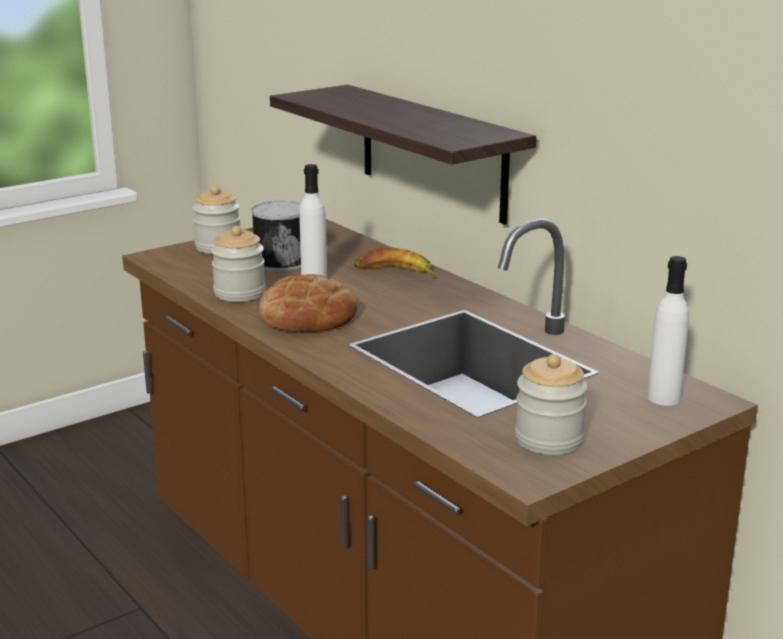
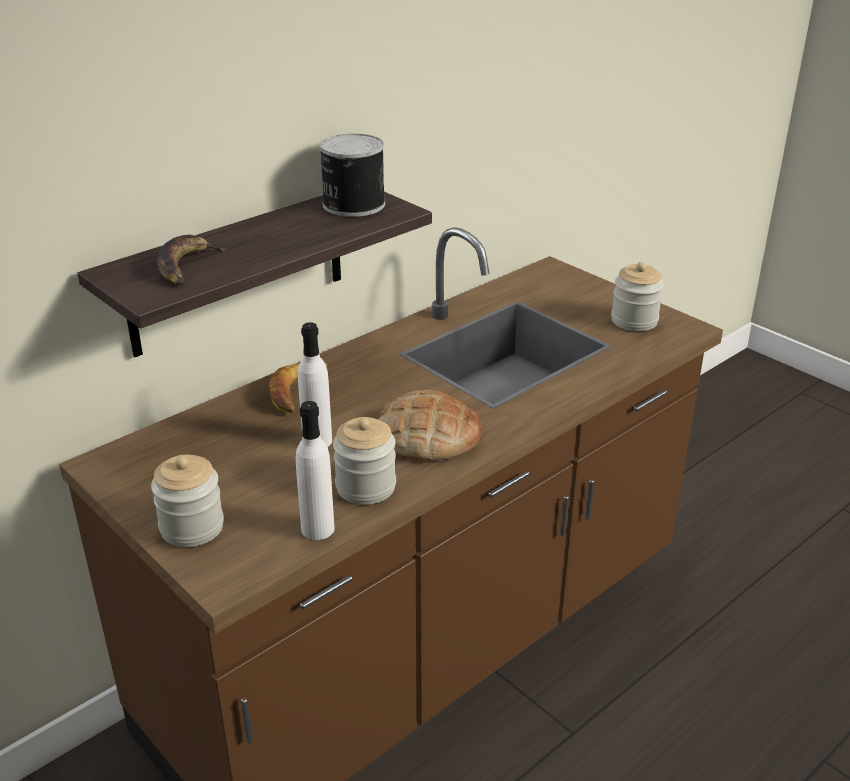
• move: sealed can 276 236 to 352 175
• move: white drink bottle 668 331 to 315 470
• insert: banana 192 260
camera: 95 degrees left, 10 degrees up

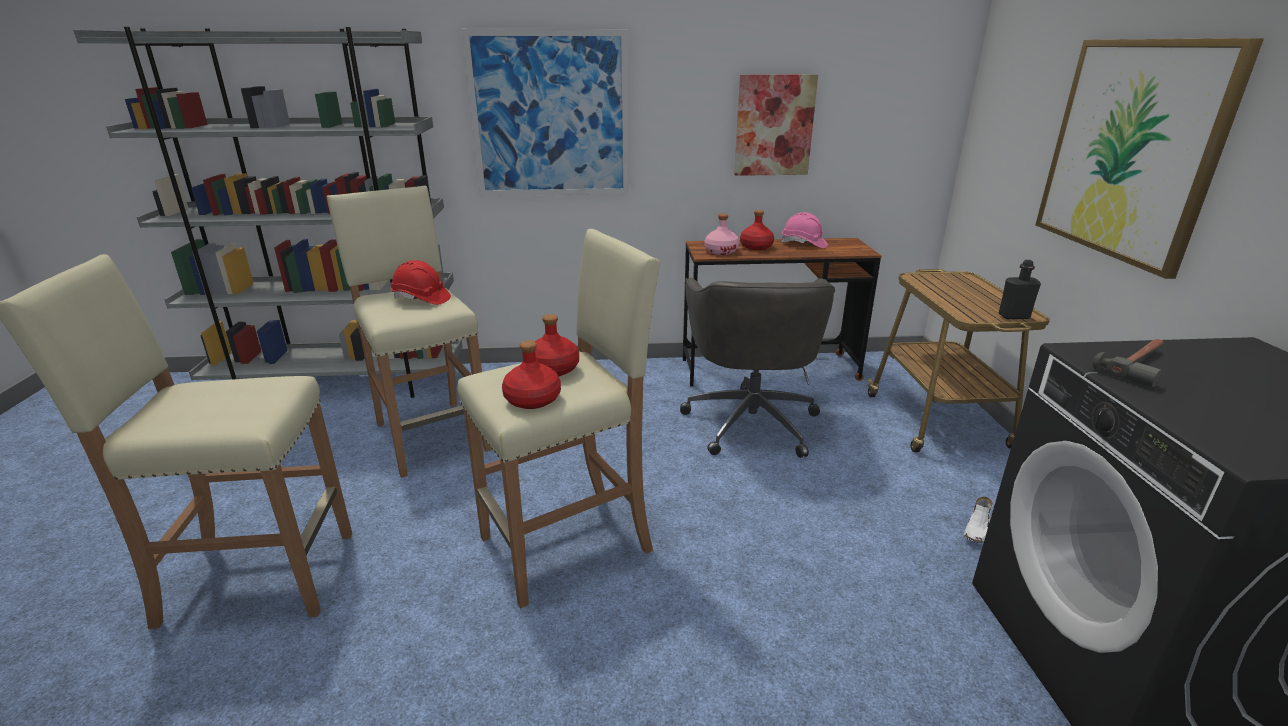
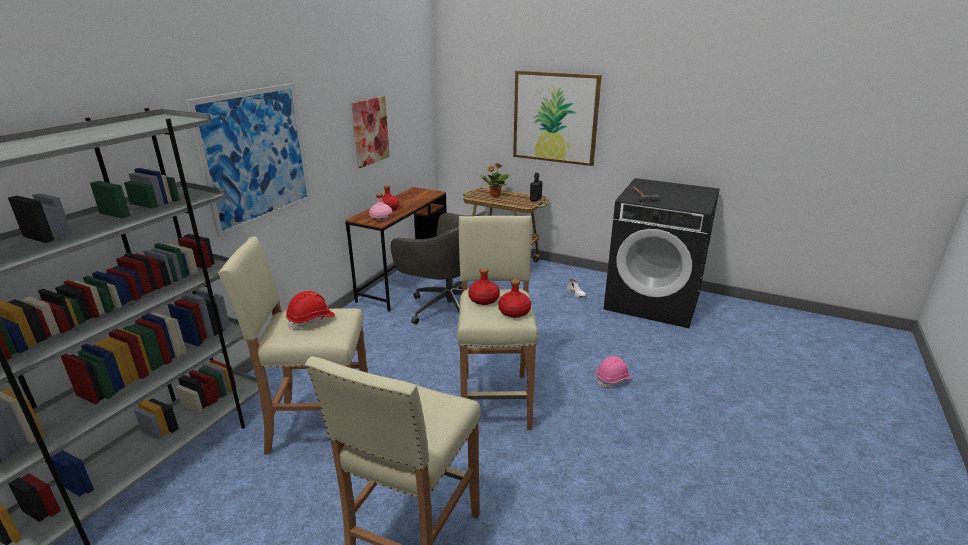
• move: pinkish work helmet 804 230 to 614 371
• insert: houseplant 495 180
camera: 60 degrees left, 0 degrees up

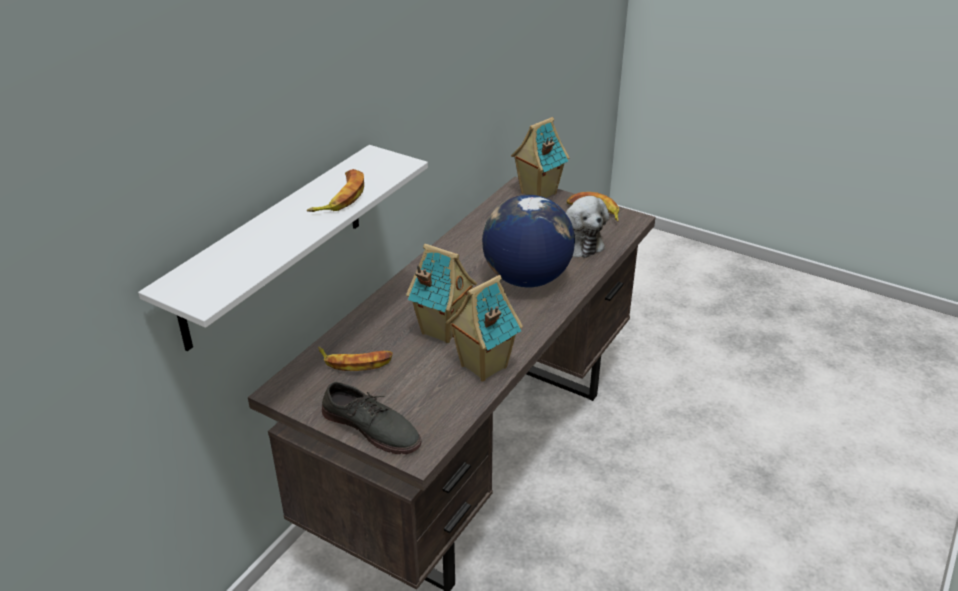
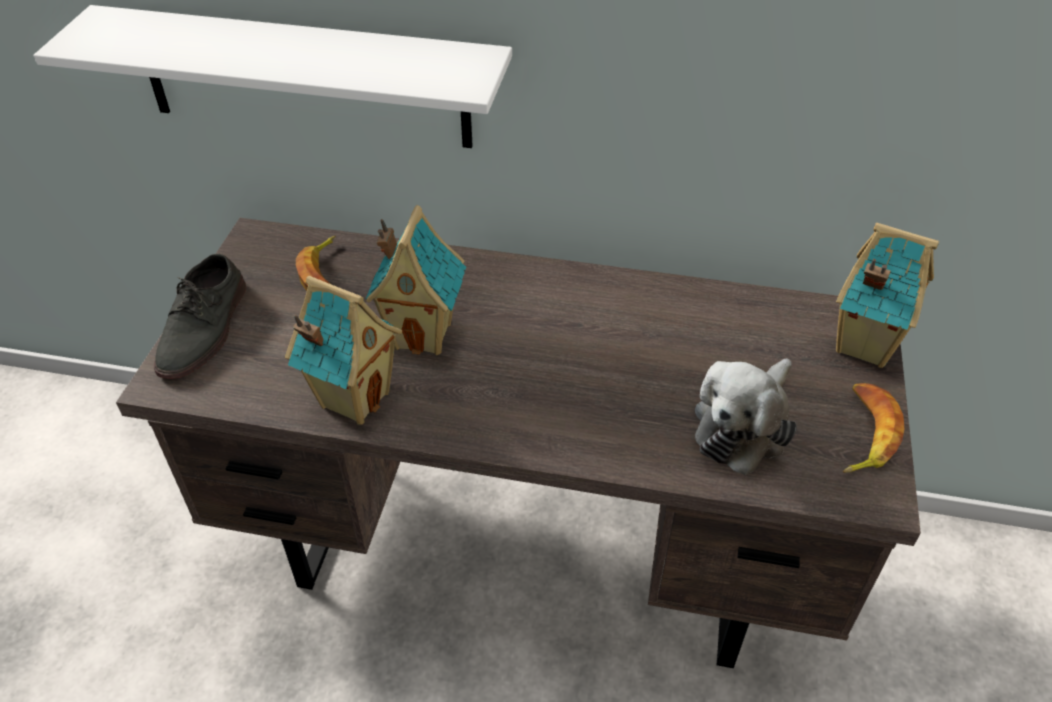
• delete: banana 335 190
• delete: world globe 528 241
camera: 70 degrees right, 10 degrees up

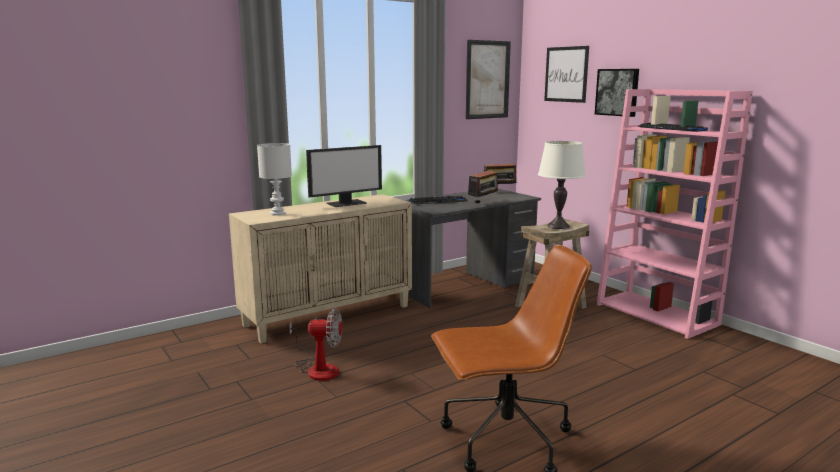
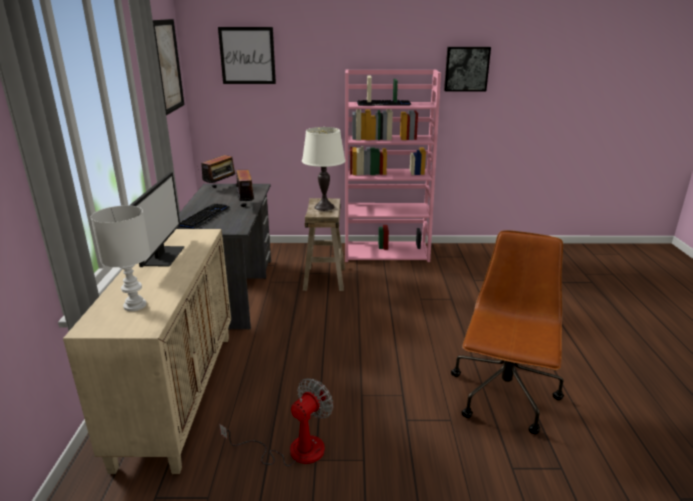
• move: wall art 617 93 to 467 69
camera: 55 degrees left, 10 degrees up

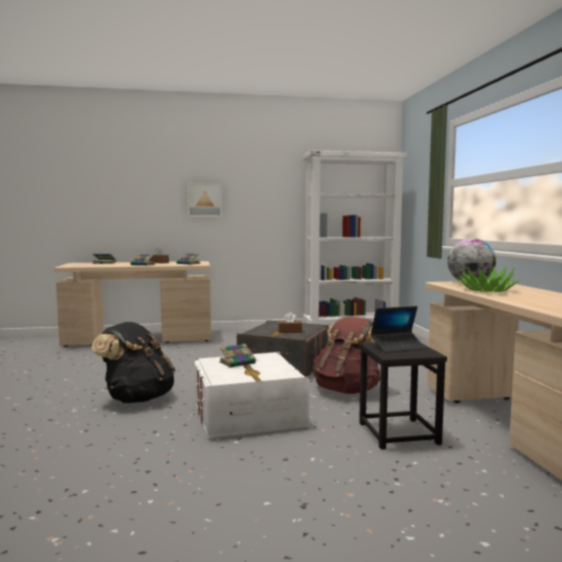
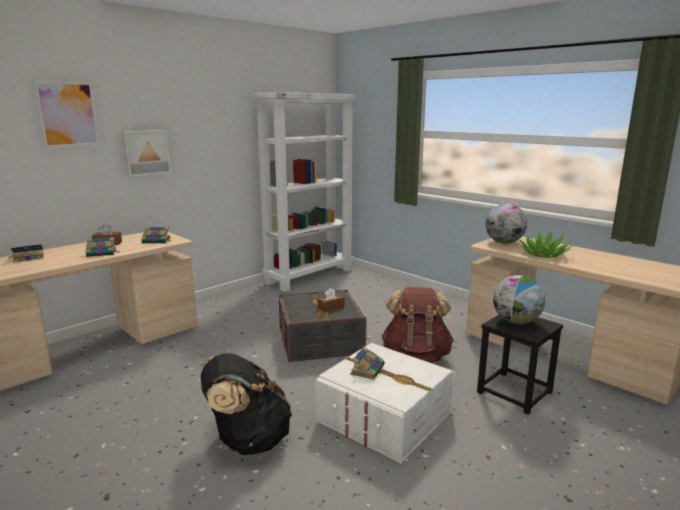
• replace: portable computer 398 329 to world globe 519 299
• insert: wall art 66 114
camera: 35 degrees left, 10 degrees up

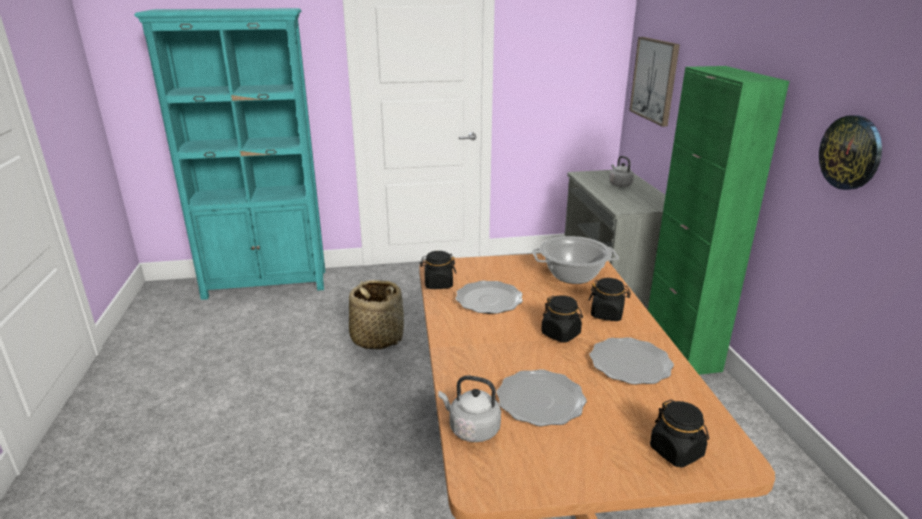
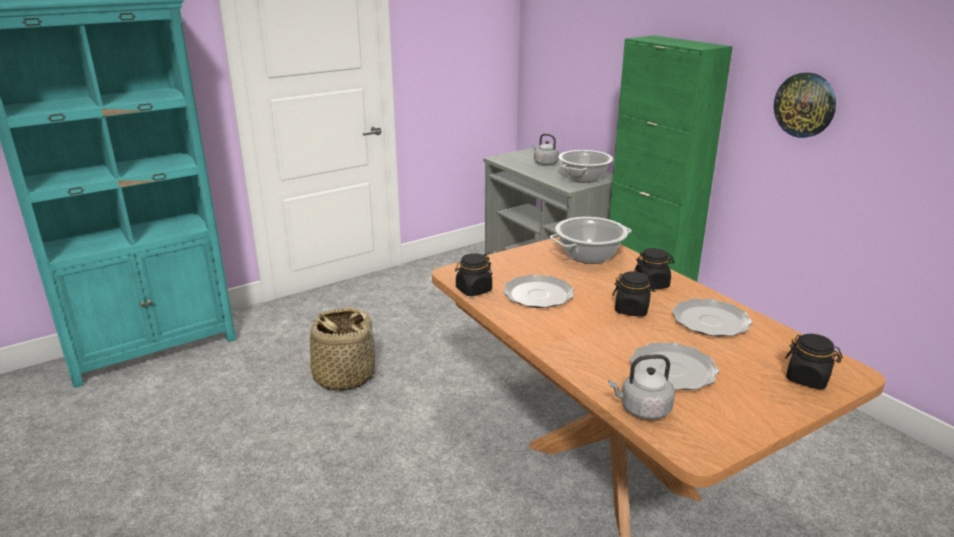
• delete: wall art 654 82
• insert: saucepot 585 166
camera: 25 degrees left, 0 degrees up

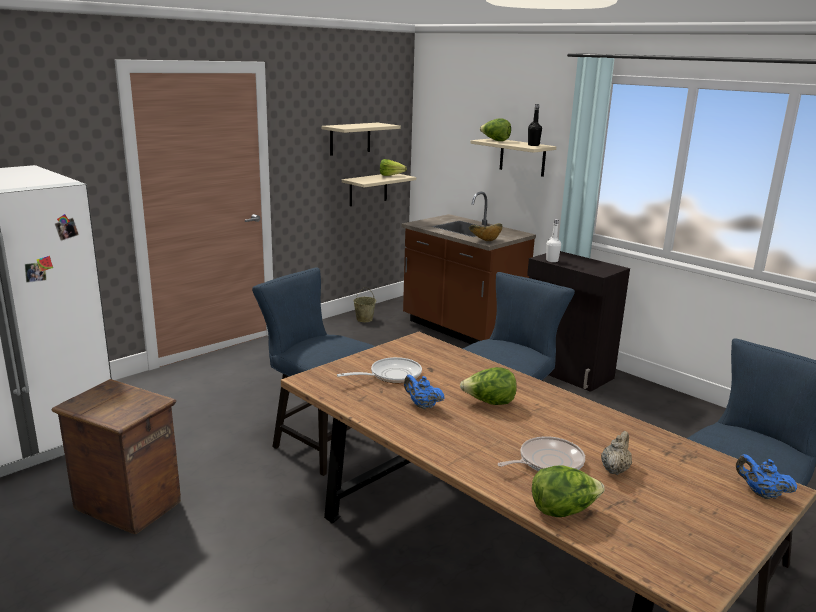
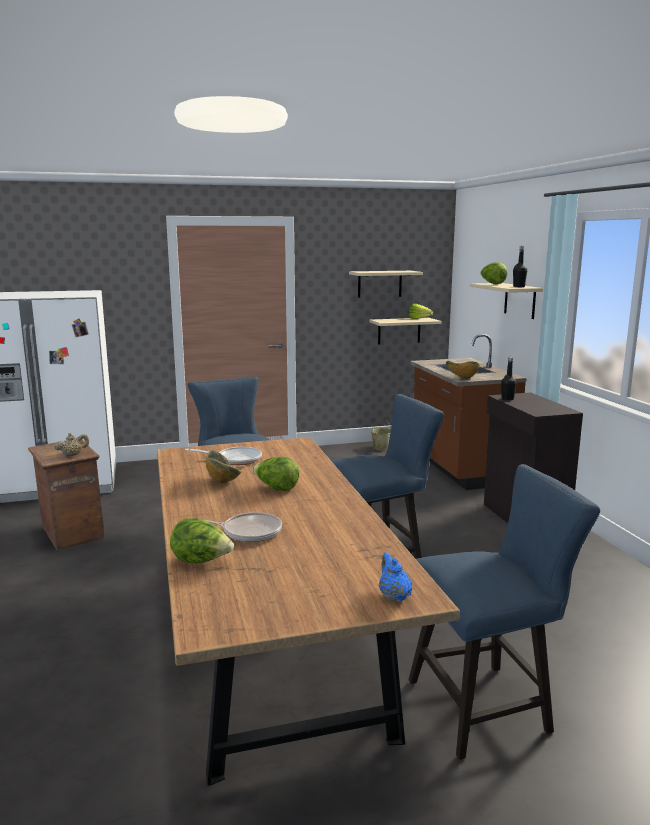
• replace: blue pot for tea 424 392 to bowl 224 466
• recolor: white drink bottle 553 240 to black-coloured drink bottle 509 379
• move: beige pot for tea 616 453 to 71 444
camera: 30 degrees right, 5 degrees down

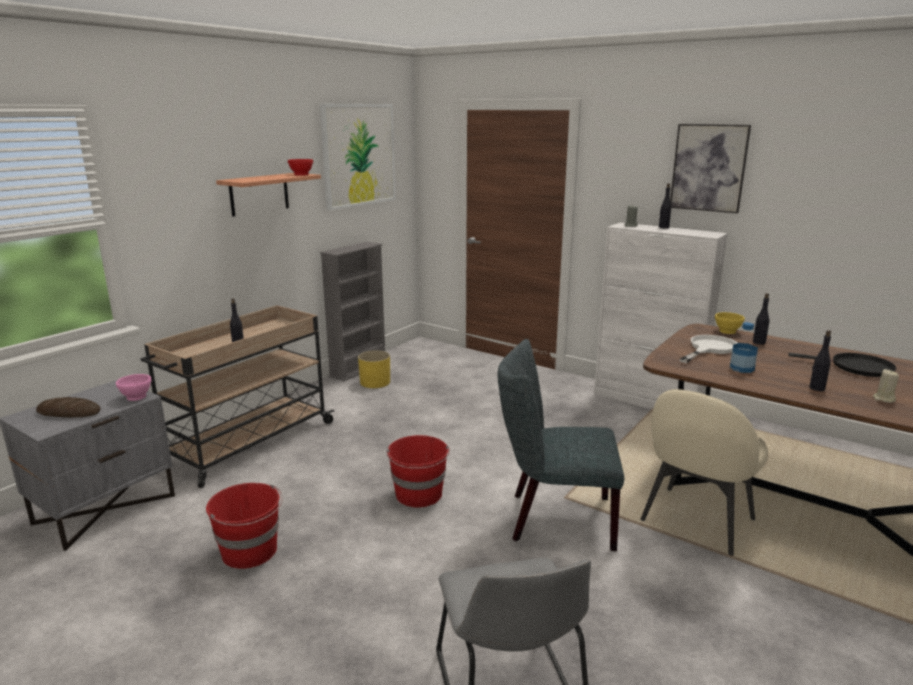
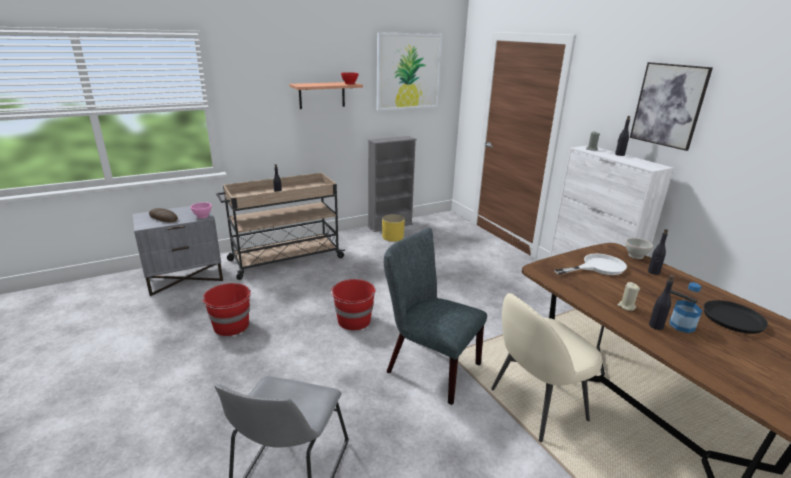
• recolor: yellow bowl 730 323 to white bowl 639 248
• move: drink bottle 744 347 to 686 307
• move: beige wax candle 886 386 to 629 296
camera: 25 degrees right, 5 degrees up

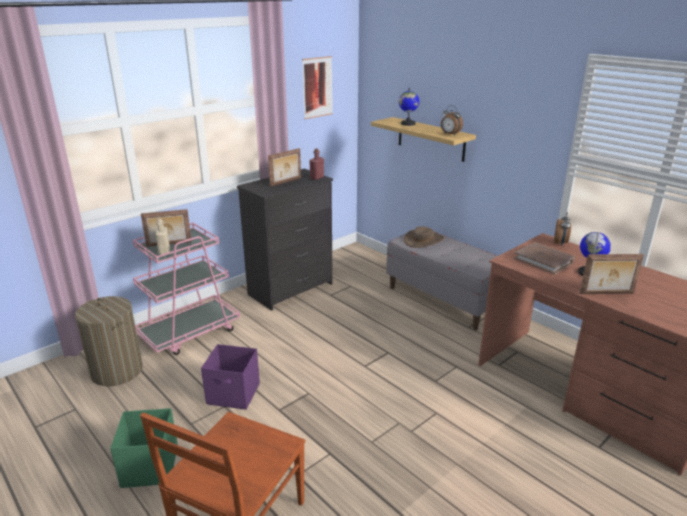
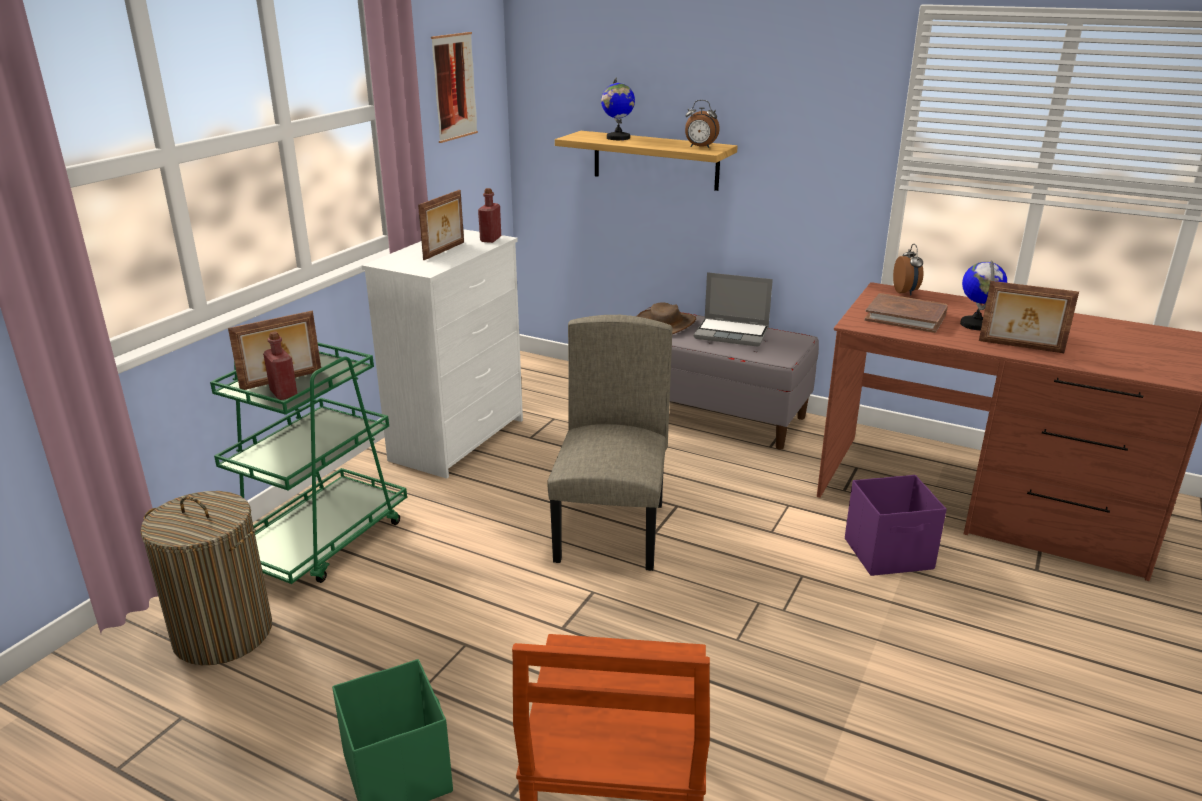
• recolor: pinkish trolley 186 289 to greenish trolley 308 463
• recolor: beige drink bottle 163 237 to red-coloured drink bottle 280 365
• move: purple-coloured storage bin 230 377 to 896 525
• recolor: black-coloured dresser 285 240 to white dresser 442 354
• rotate: standing frame 611 274 = 1029 317 45 degrees clockwise
• insert: beige upright chair 609 443
• insert: portable computer 733 309
camera: 20 degrees left, 0 degrees up

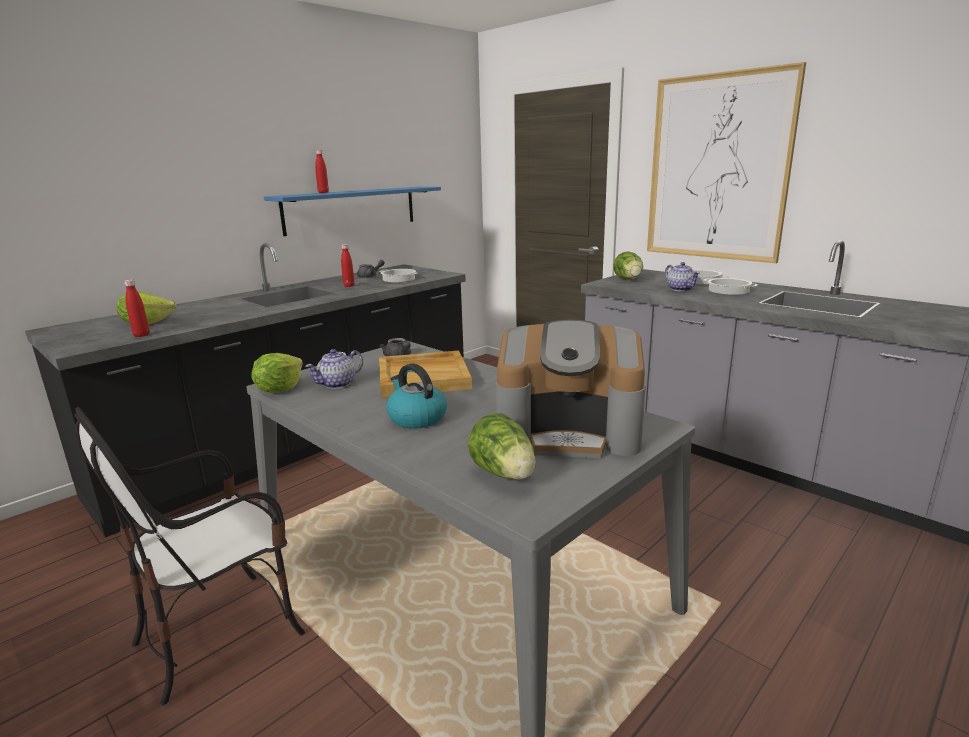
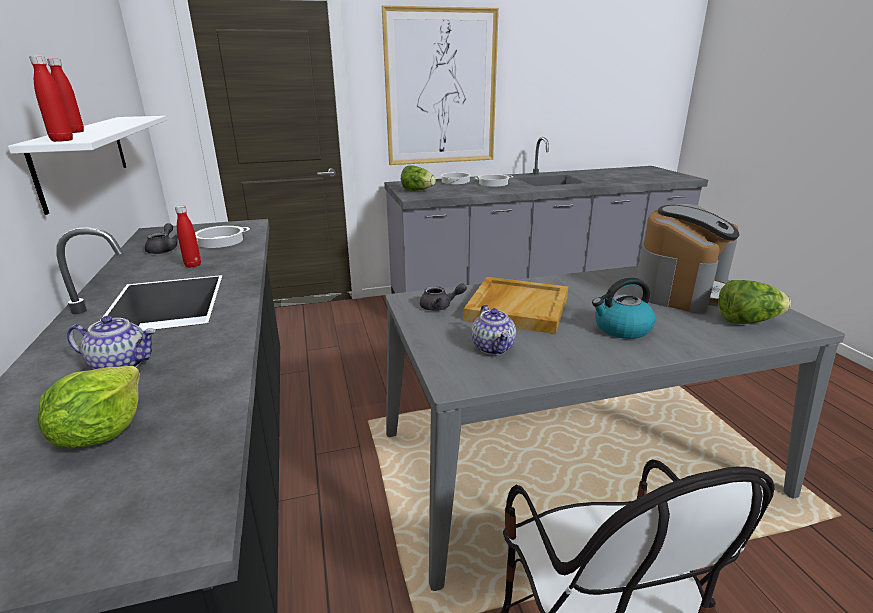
• move: red-coloured drink bottle 136 308 to 51 99
• delete: lettuce 277 373
• recolor: blue bracket shelf 352 211 to white bracket shelf 87 165
• move: pot for tea 682 276 to 111 343
camera: 60 degrees left, 5 degrees up

